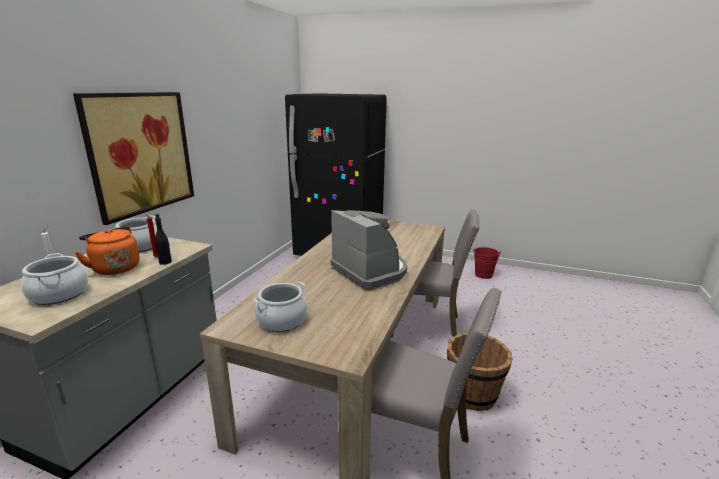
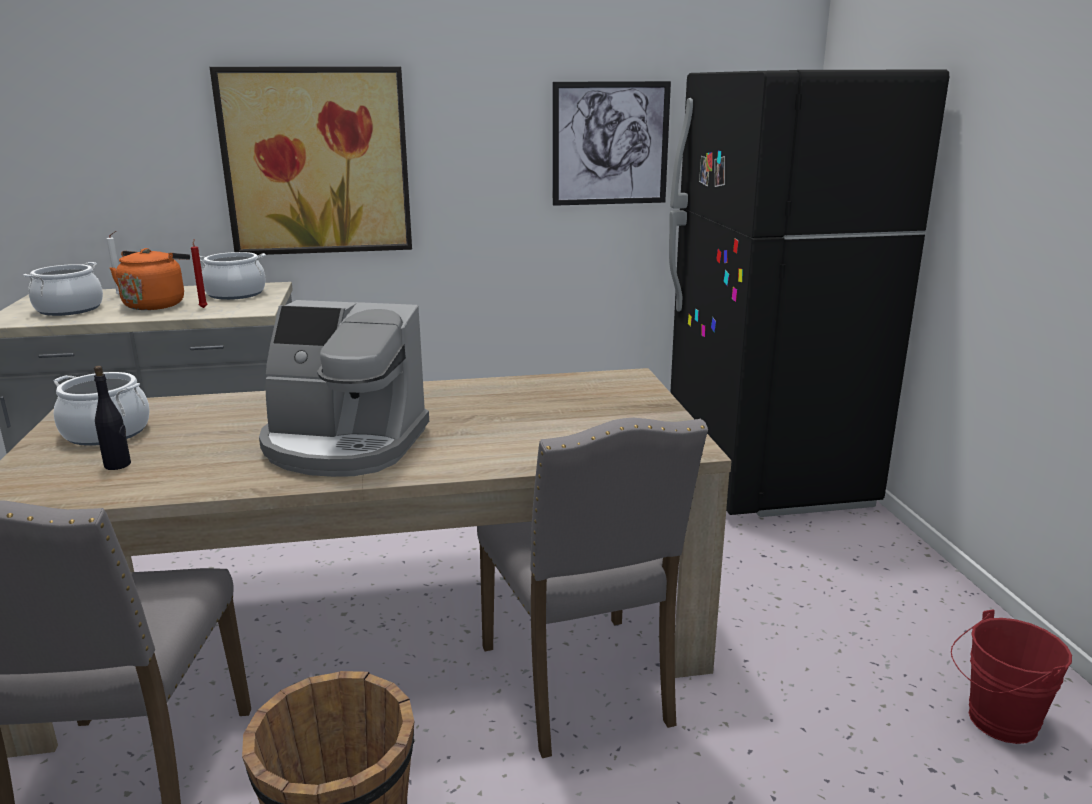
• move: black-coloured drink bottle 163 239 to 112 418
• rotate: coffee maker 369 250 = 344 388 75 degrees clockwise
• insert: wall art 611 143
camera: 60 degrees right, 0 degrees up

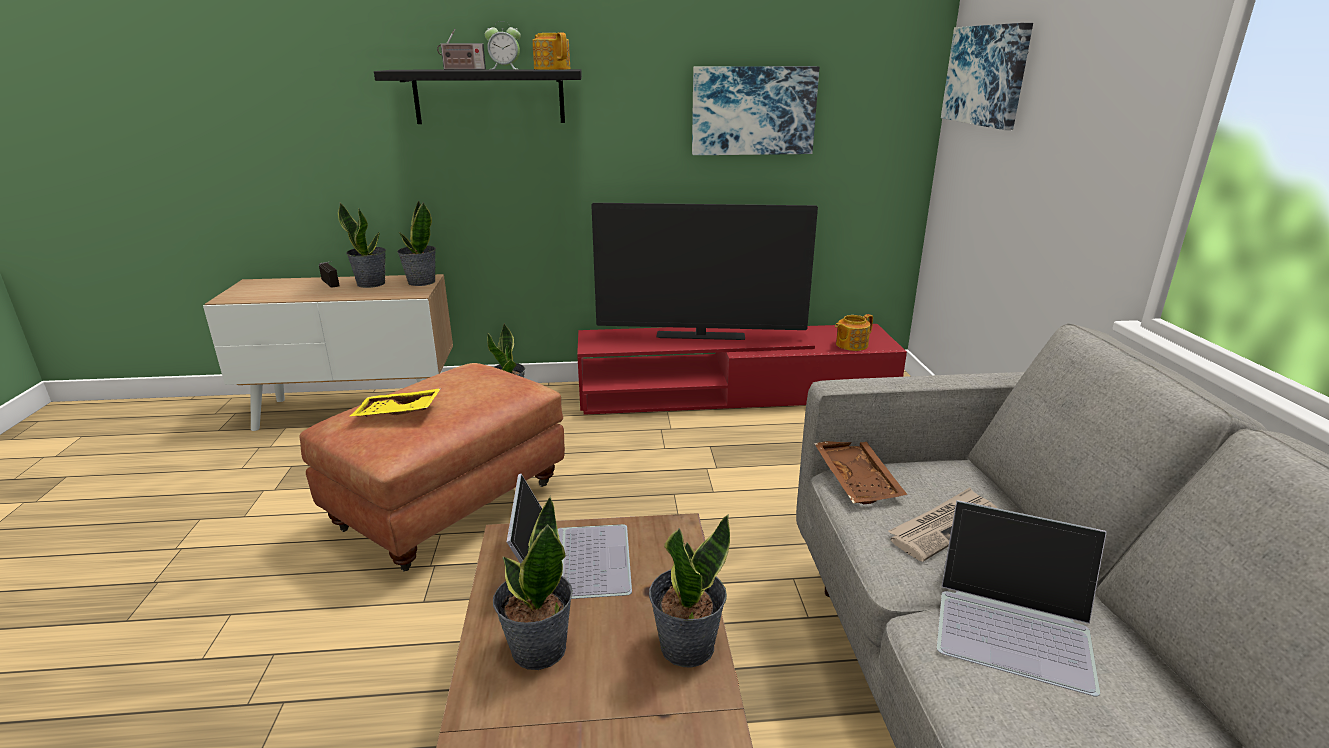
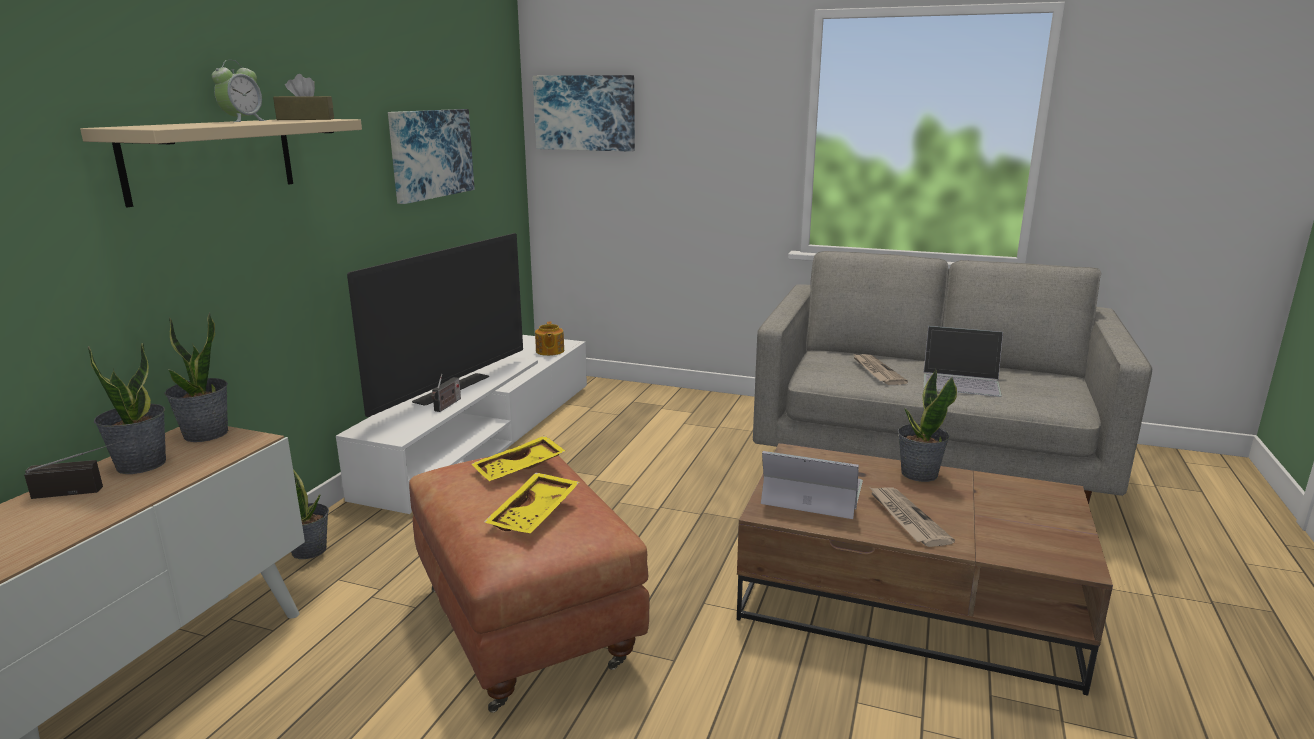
• recolor: black-coloured bracket shelf 478 96 to beige bracket shelf 221 163
• move: radio receiver 461 49 to 446 393
• replace: houseplant 533 583 to printed paper 912 517
• replace: pot for tea 551 51 to brownish tissue box 303 97
• recolor: red-coloured tv stand 742 369 to white tv stand 461 424
• delete: brownish tray 861 472
• rotate: portable computer 1022 598 = 963 361 60 degrees clockwise
• insert: yellow tray 518 458
camera: 65 degrees left, 5 degrees down

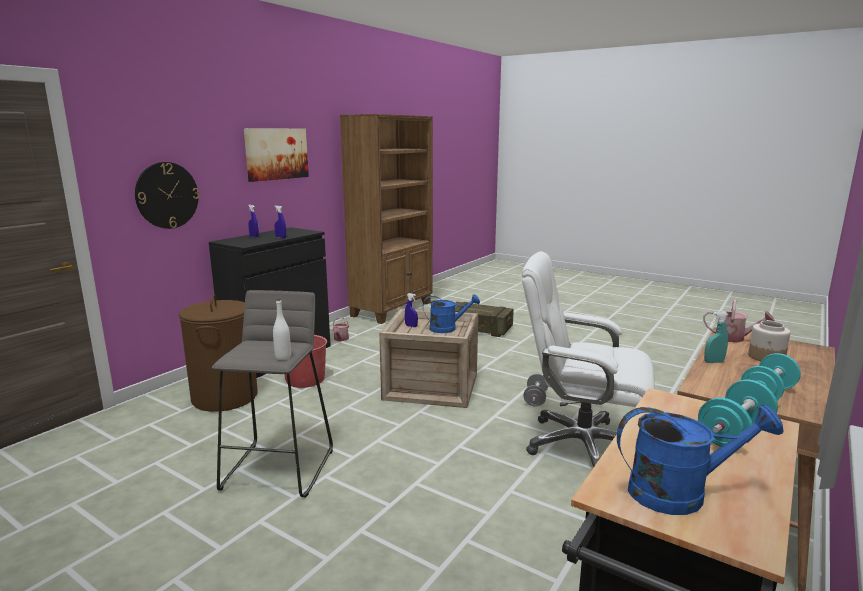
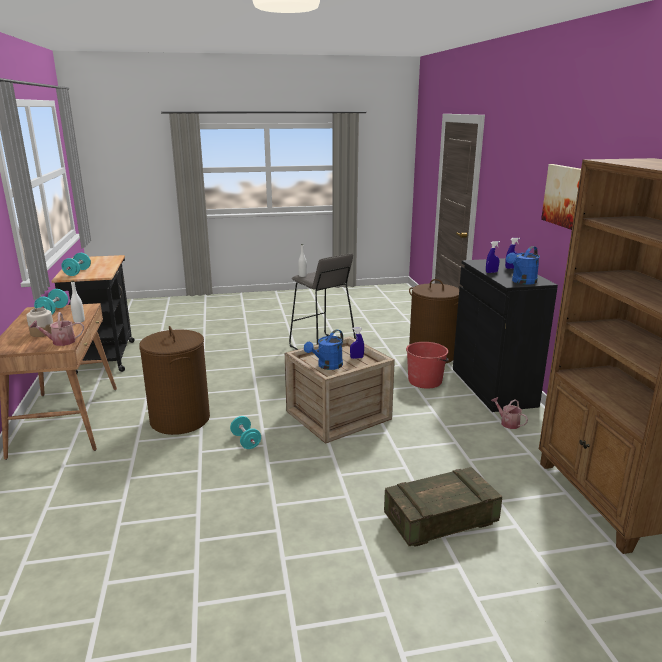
• delete: clock on the wall 167 195
• replace: white computer chair 588 359 to brownish laundry basket 174 380
• recolor: gray hand weight 536 390 to turquoise-coloured hand weight 245 432
• move: blue watering pot 700 460 to 523 265
• replace: turquoise-coloured sprayer 716 337 to white drink bottle 77 301
camera: 135 degrees right, 5 degrees up

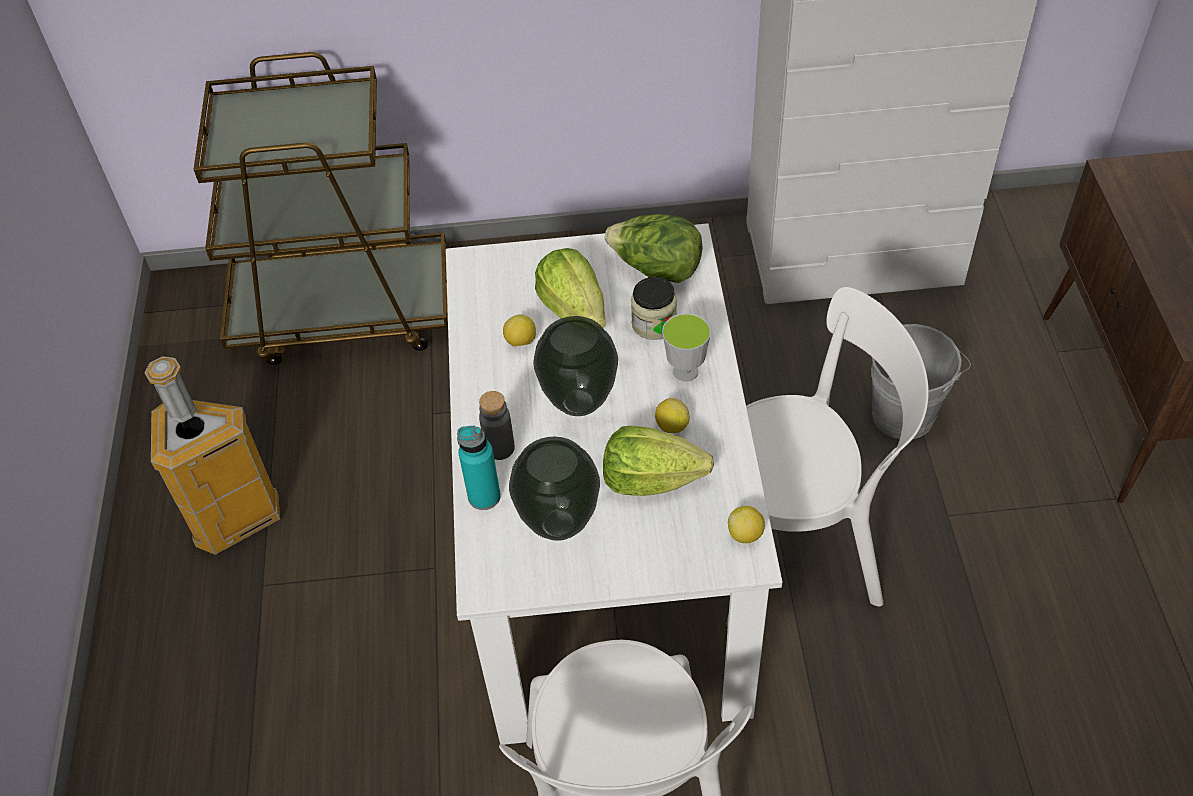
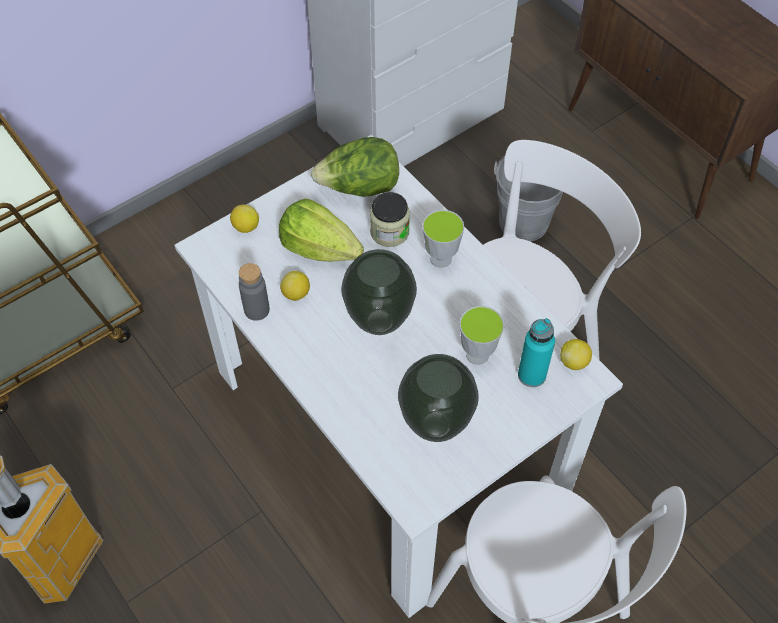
• move: turquoise-coloured drink bottle 479 468 to 536 352
• move: gray drink bottle 497 425 to 254 292
• replace: lettuce 658 461 to cup 482 335
• move: citrus fruit 672 415 to 244 218
camera: 35 degrees left, 5 degrees up

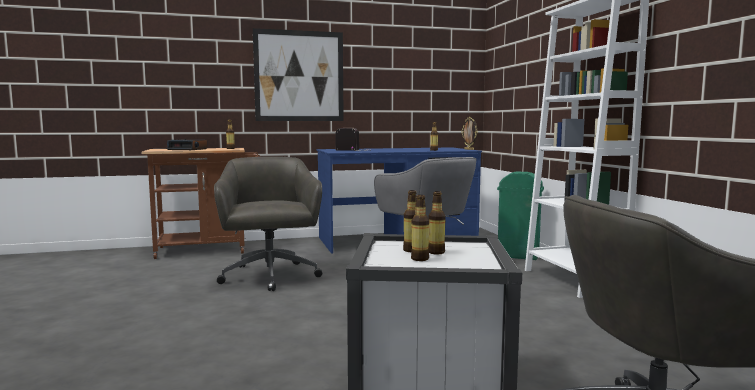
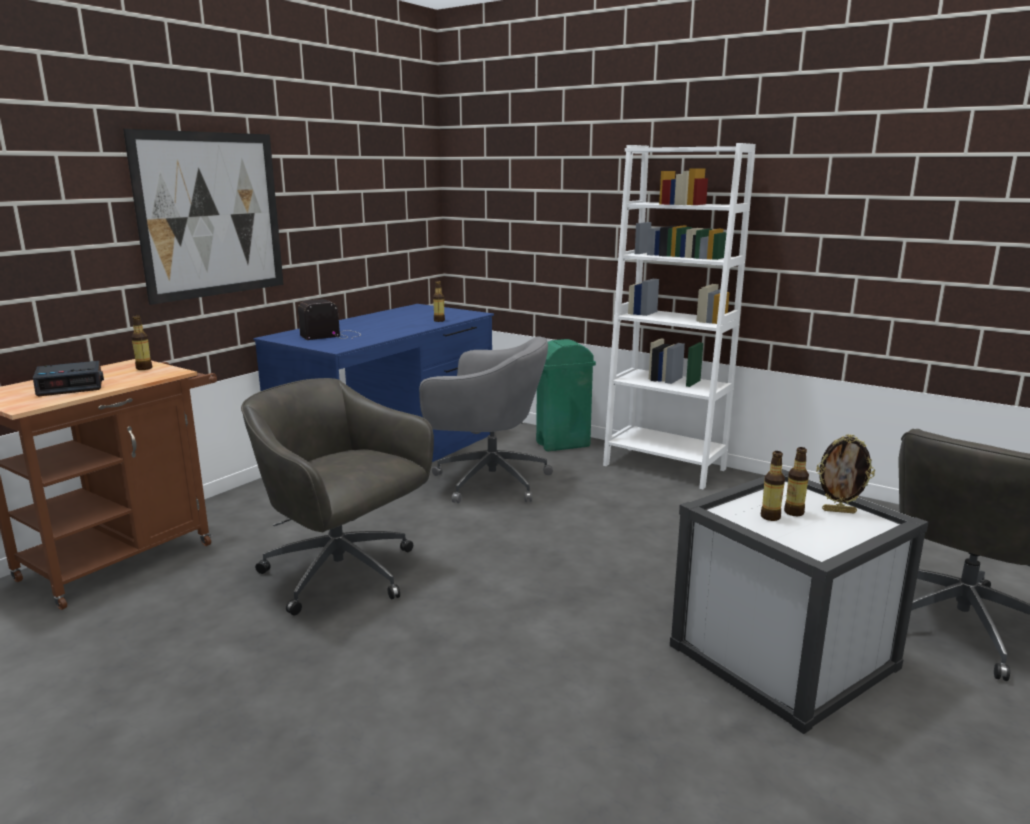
• delete: drink bottle 420 228
• move: standing frame 469 133 to 845 473
camera: 40 degrees left, 10 degrees up

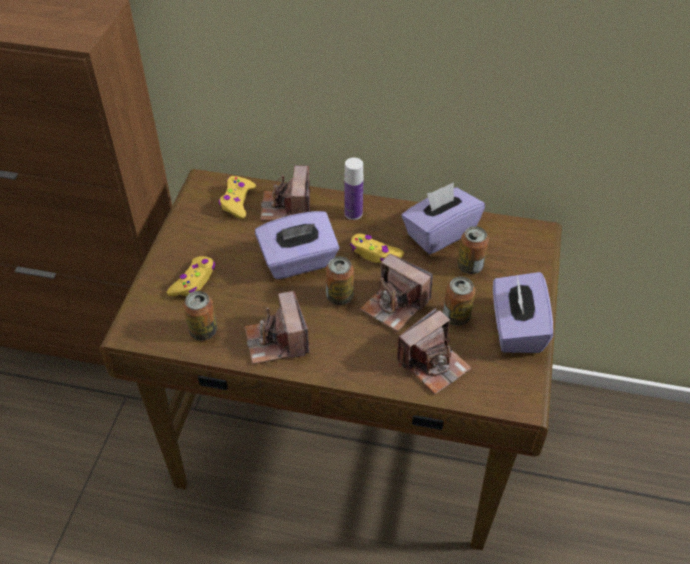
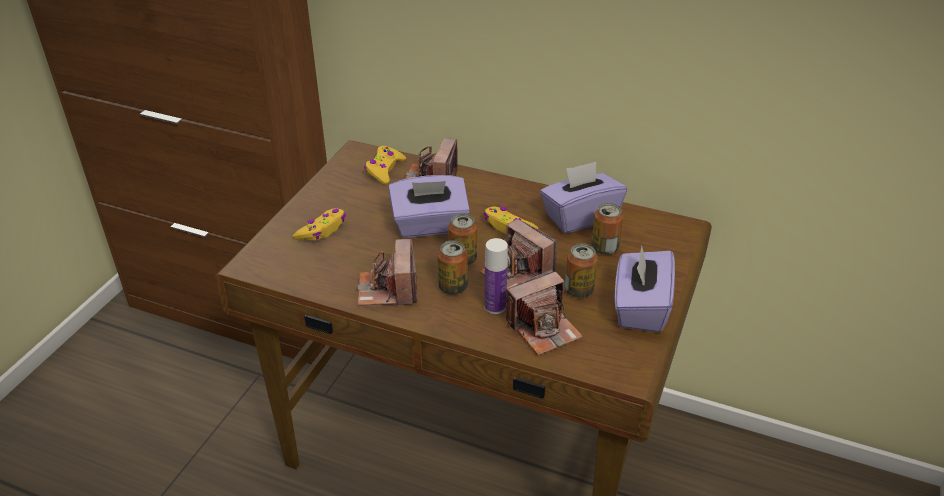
• move: sealed can 200 315 to 453 267
• move: drink bottle 353 188 to 496 276
camera: 10 degrees right, 10 degrees down

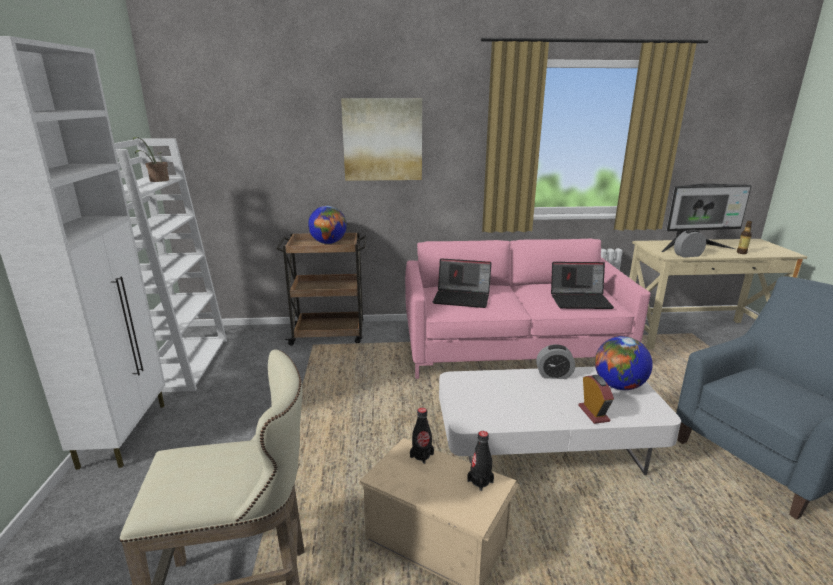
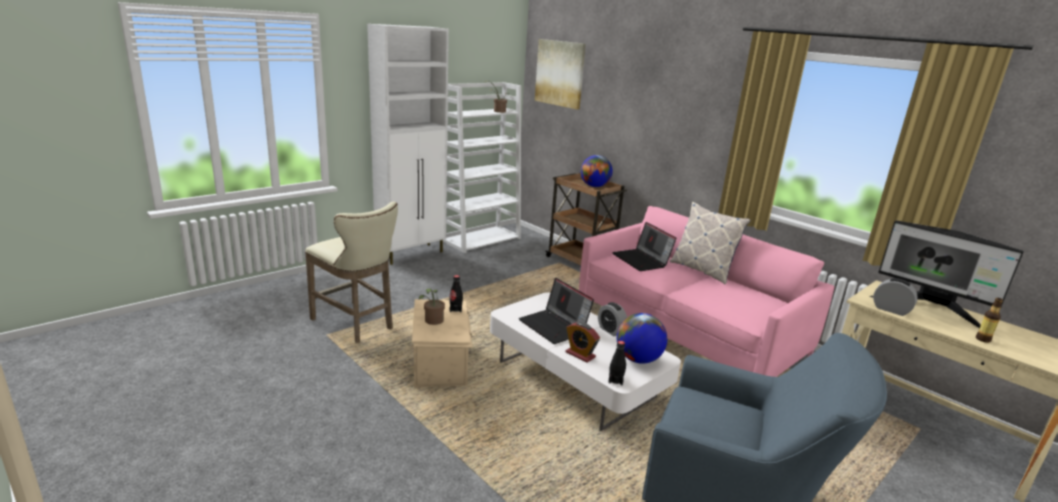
• move: wall art 381 139 to 560 74
• move: black-coloured drink bottle 480 461 to 617 363
• move: portable computer 582 285 to 556 311
• rotate: alarm clock 596 399 = 583 342 90 degrees clockwise
• insert: houseplant 432 306
• insert: cushion 709 243
camera: 50 degrees right, 0 degrees up

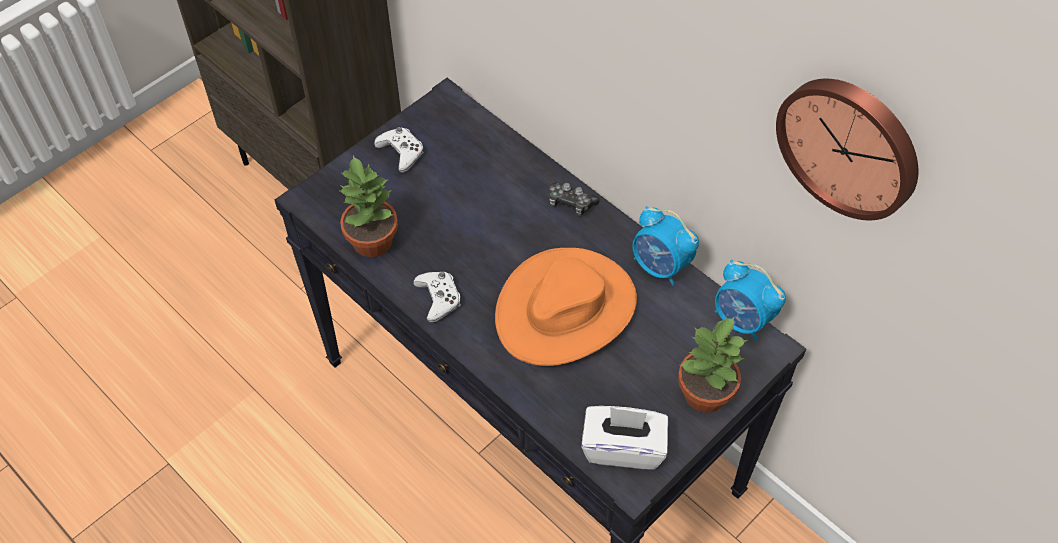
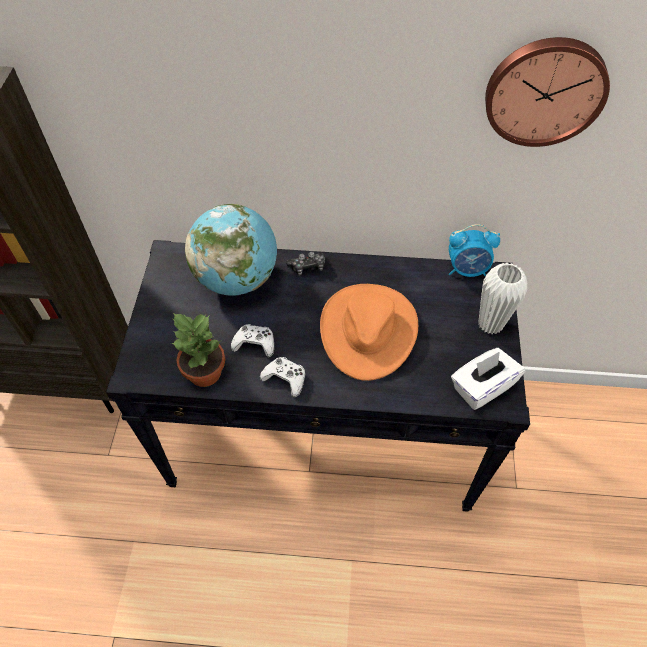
• move: white gamepad 399 150 to 252 340
• delete: alarm clock 665 245
• replace: houseplant 712 364 to white vase 502 298
• insert: world globe 231 250
camera: 40 degrees left, 0 degrees up

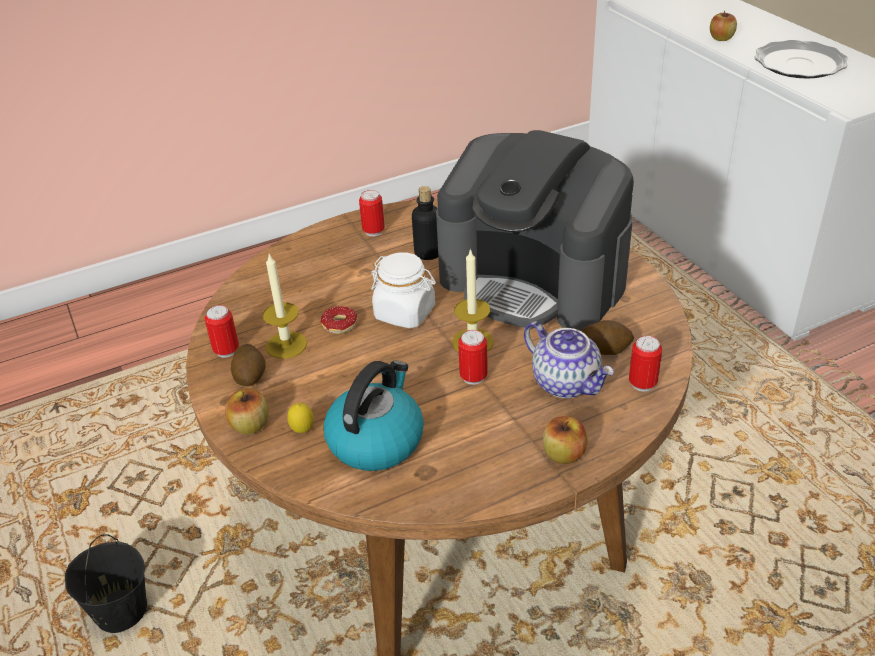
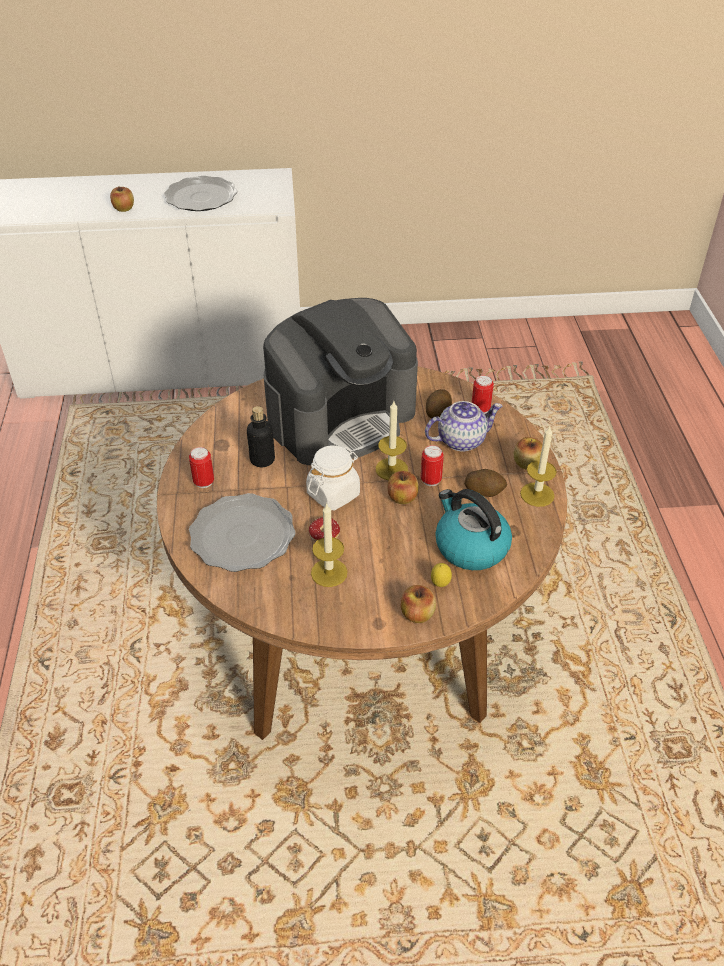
• delete: black-coloured water bucket 106 583
• delete: sealed can 221 331
• move: whole potato 248 365 to 485 483
• insert: flat dish 242 532
• insert: apple 403 487
• insert: wax candle 538 466
camera: 70 degrees left, 5 degrees up

